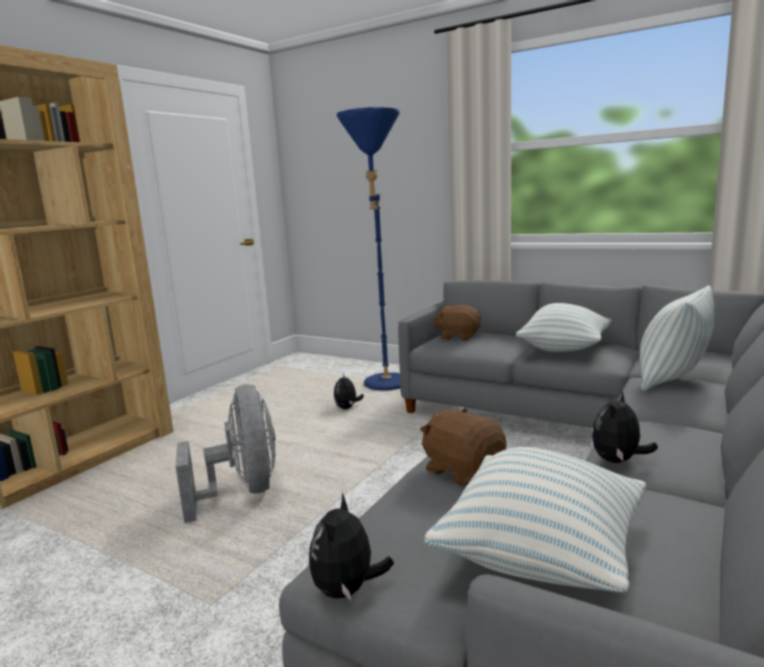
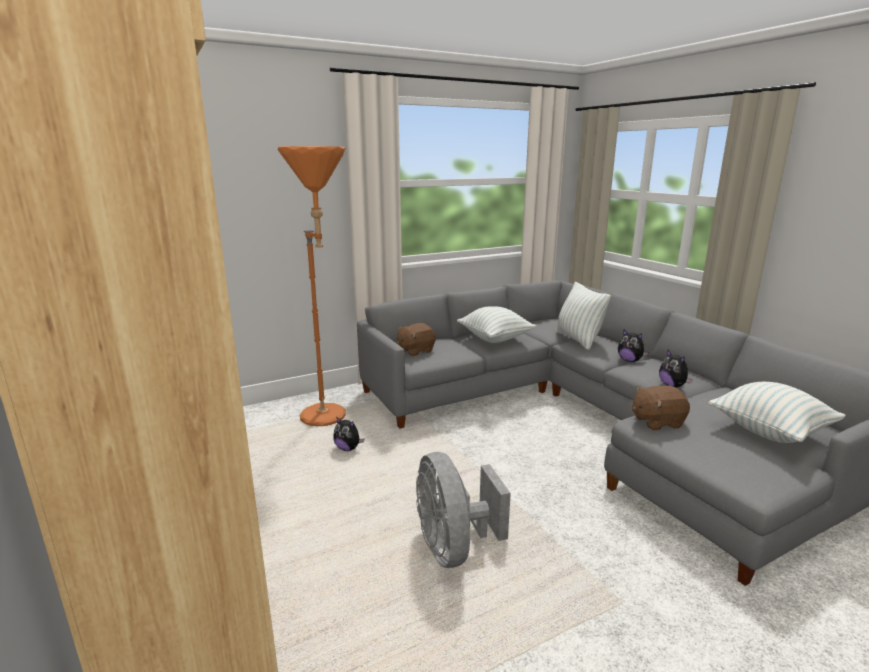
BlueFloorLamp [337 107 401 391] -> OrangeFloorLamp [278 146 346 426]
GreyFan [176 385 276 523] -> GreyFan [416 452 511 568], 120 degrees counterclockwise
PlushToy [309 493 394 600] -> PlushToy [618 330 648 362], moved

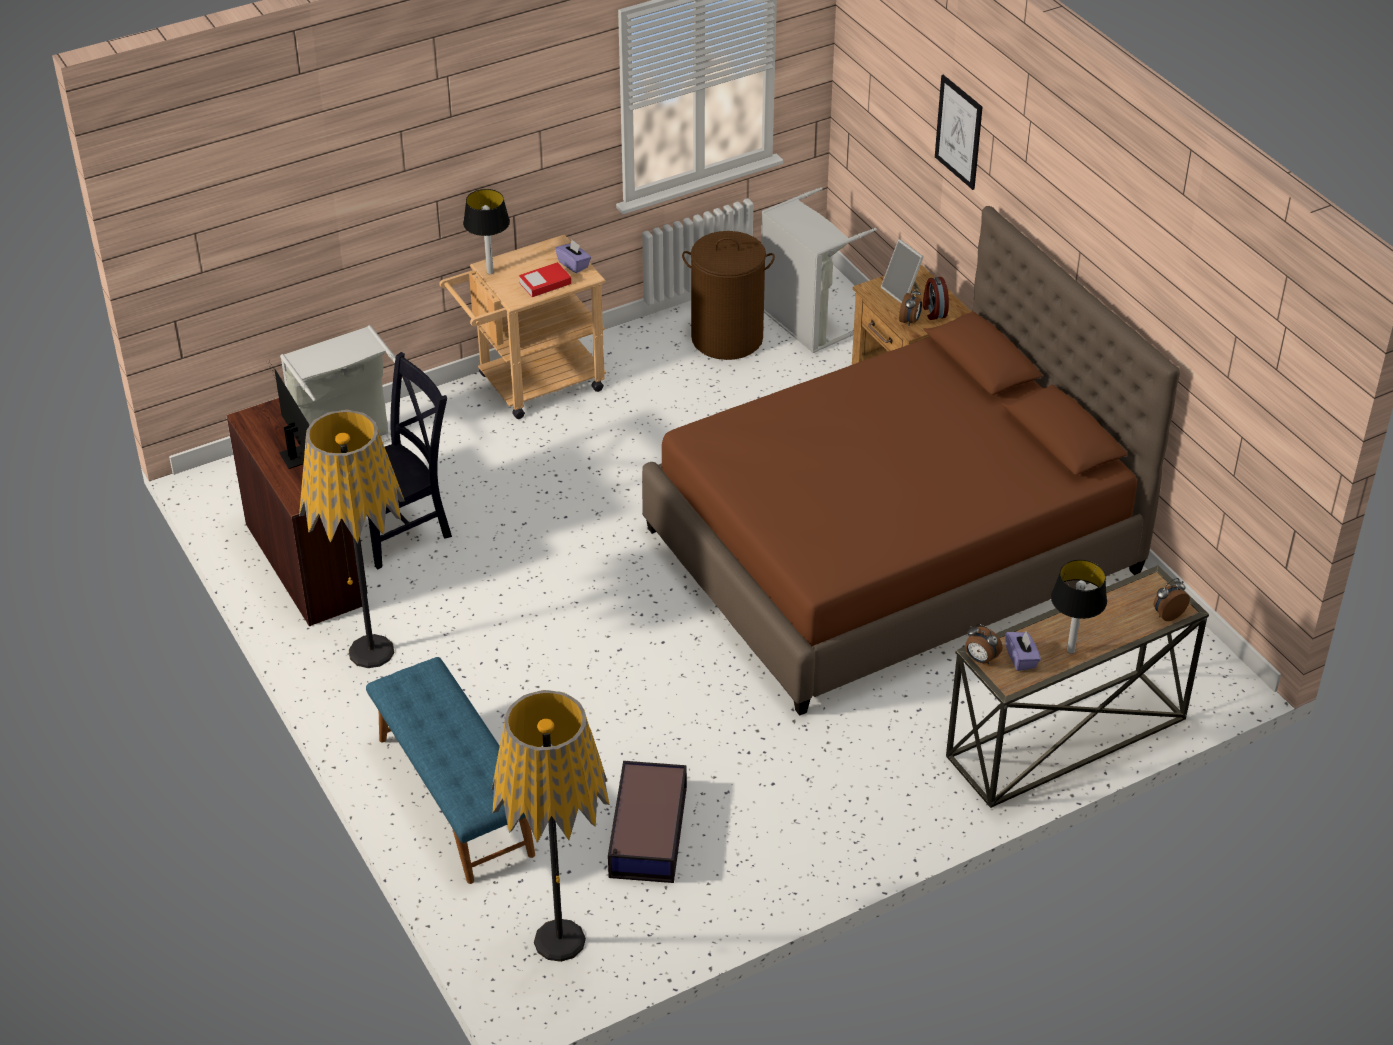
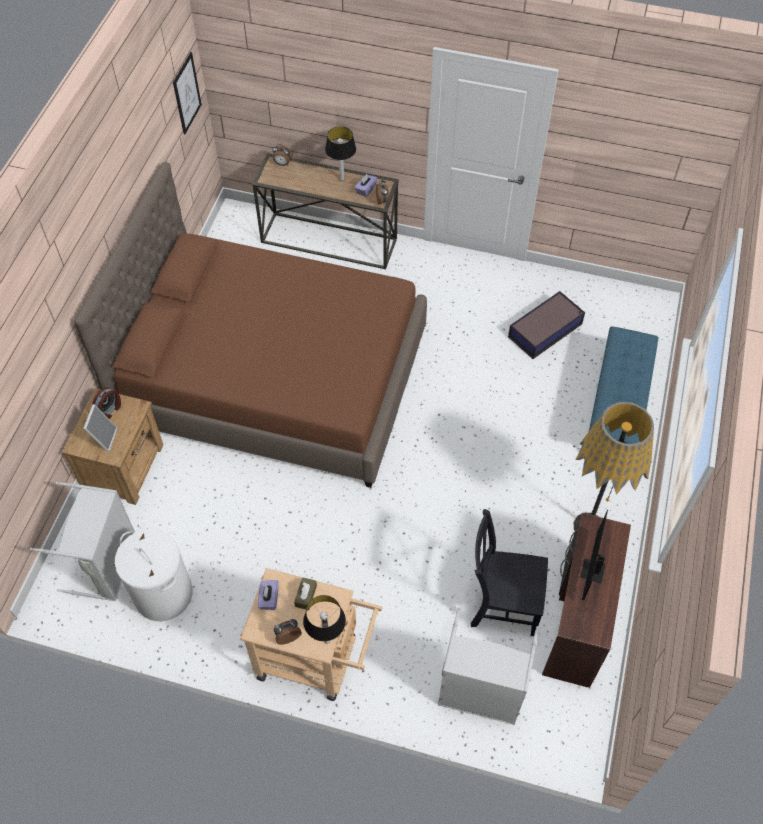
BrownLaundryBasket [682 231 775 360] -> WhiteLaundryBasket [115 529 193 621]
Picture [935 75 983 190] -> Picture [173 52 202 134], moved
AlarmClock [899 287 922 325] -> AlarmClock [274 619 302 645], moved
Book [519 262 571 297] -> BrownTissueBox [294 577 317 610]
FloorLamp [492 690 610 962] -> none

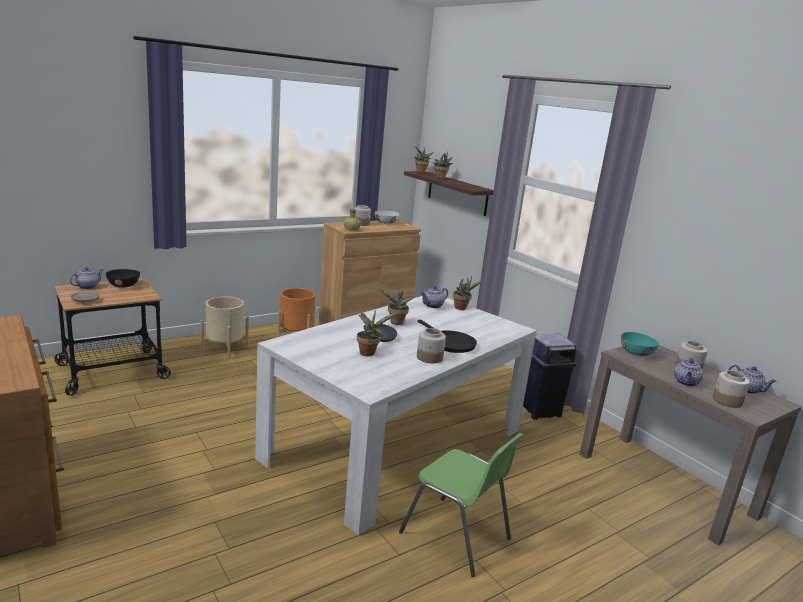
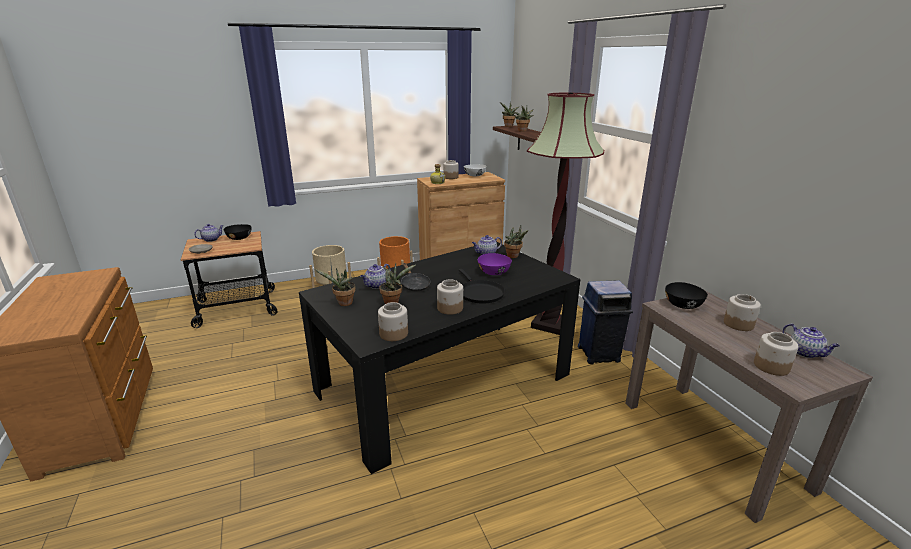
WhiteDiningTable [255 296 537 535] -> BlackDiningTable [299 242 580 474]
PottedPlant [380 289 414 325] -> PottedPlant [314 268 356 306], moved
Teapot [674 358 703 387] -> Teapot [360 264 391 289], moved
none -> Jar [378 302 408 341]
none -> PurpleBowl [478 253 512 275]
none -> FloorLamp [527 93 604 335]
TurquoiseBowl [621 332 659 356] -> BlackBowl [665 282 708 309]
GreenChair [399 433 523 577] -> none

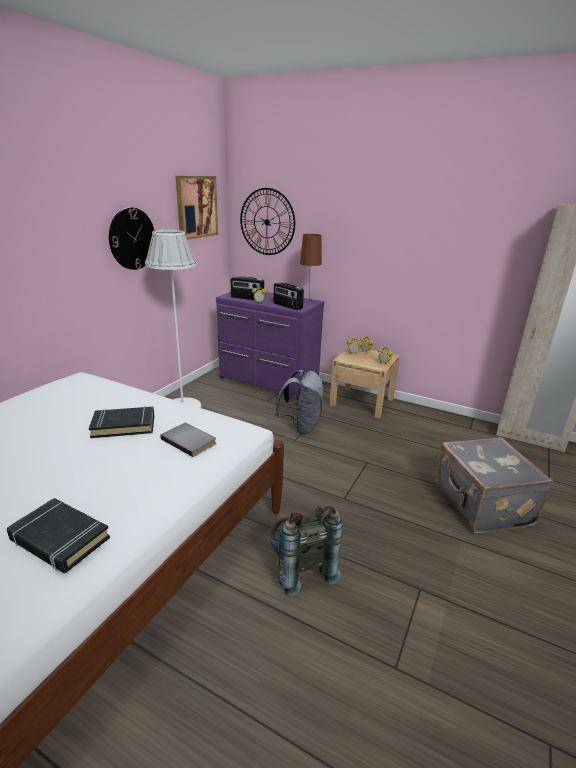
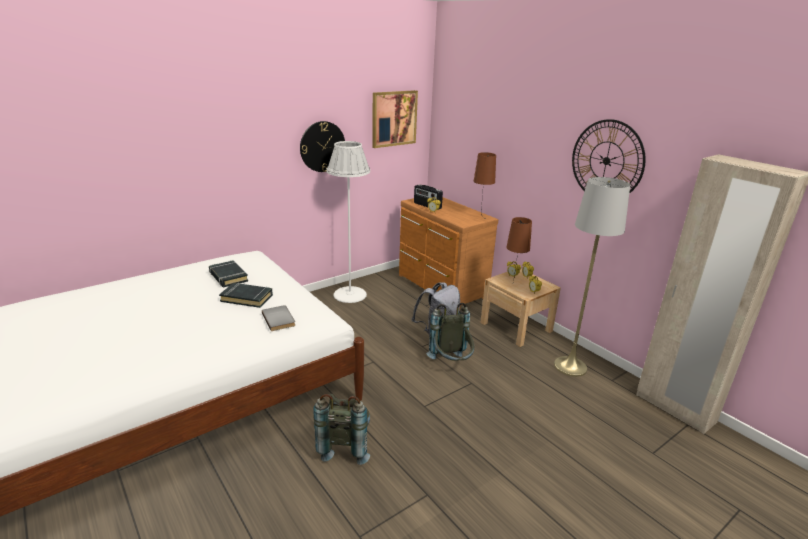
BlackBook [7 498 110 573] -> BlackBook [209 260 248 287], moved
PurpleDresser [216 292 324 399] -> BrownDresser [399 197 498 310]
none -> GreyBackpack [426 303 474 361]
none -> BrownTableLamp [506 217 532 282]
none -> GreyFloorLamp [554 177 630 377]
WallClock [240 188 295 255] -> WallClock [572 119 646 194], moved
Radio [274 282 304 310] -> none
GreySuitcase [435 437 553 534] -> none

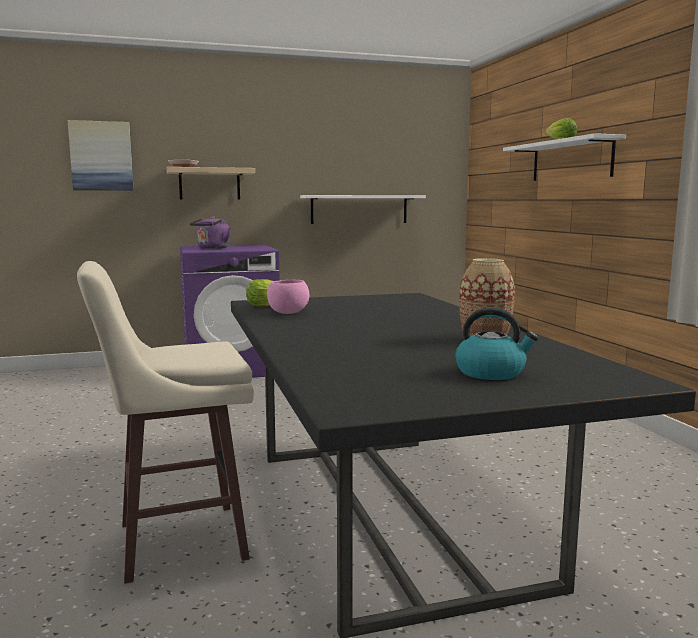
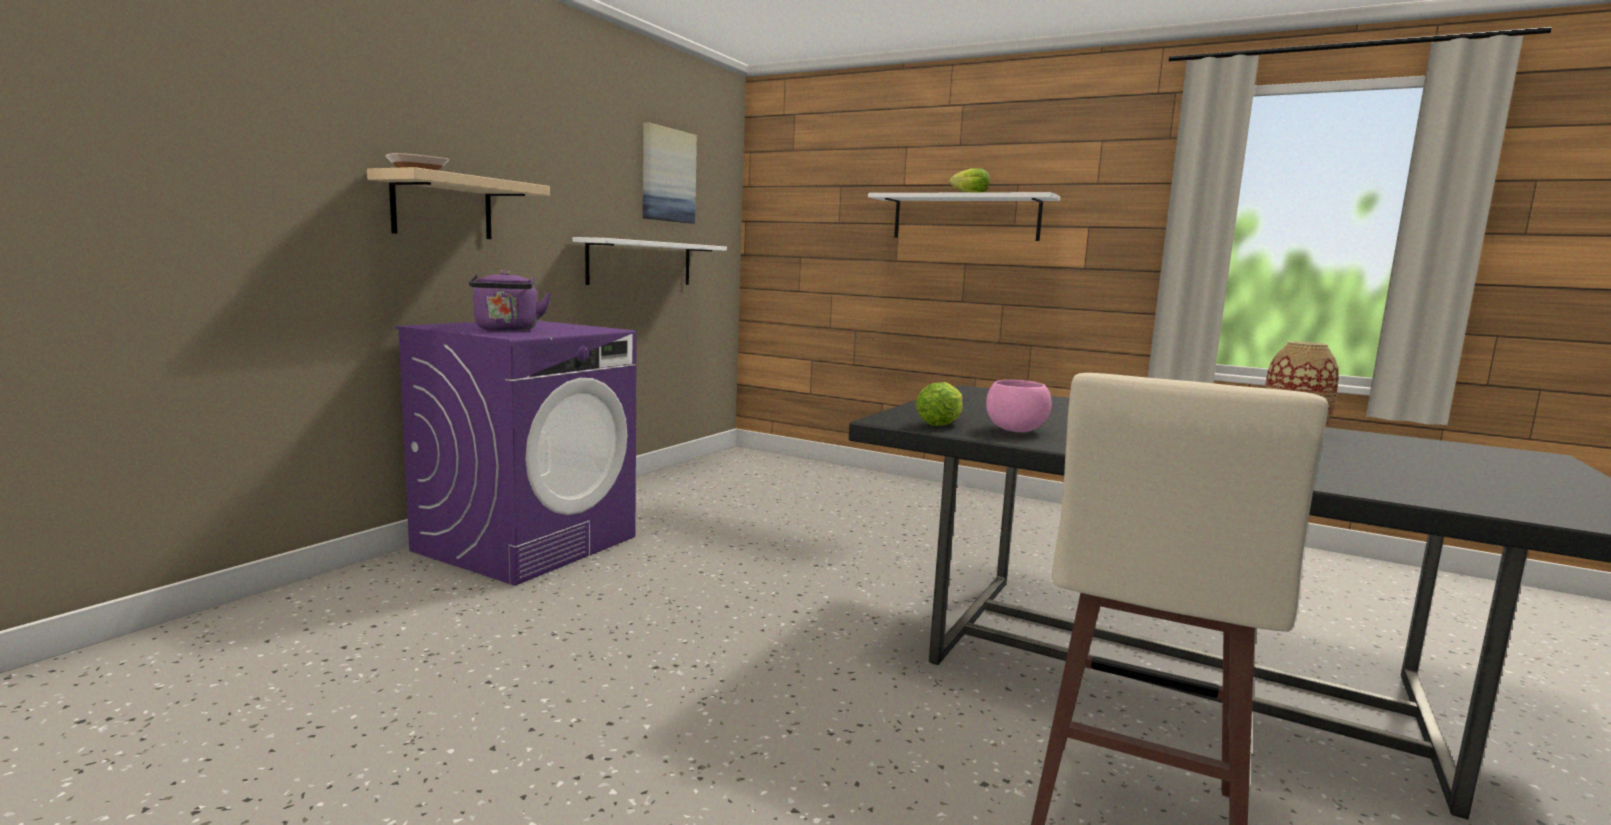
Picture [68 120 134 190] -> Picture [643 122 697 223], moved
Kettle [455 308 539 380] -> none

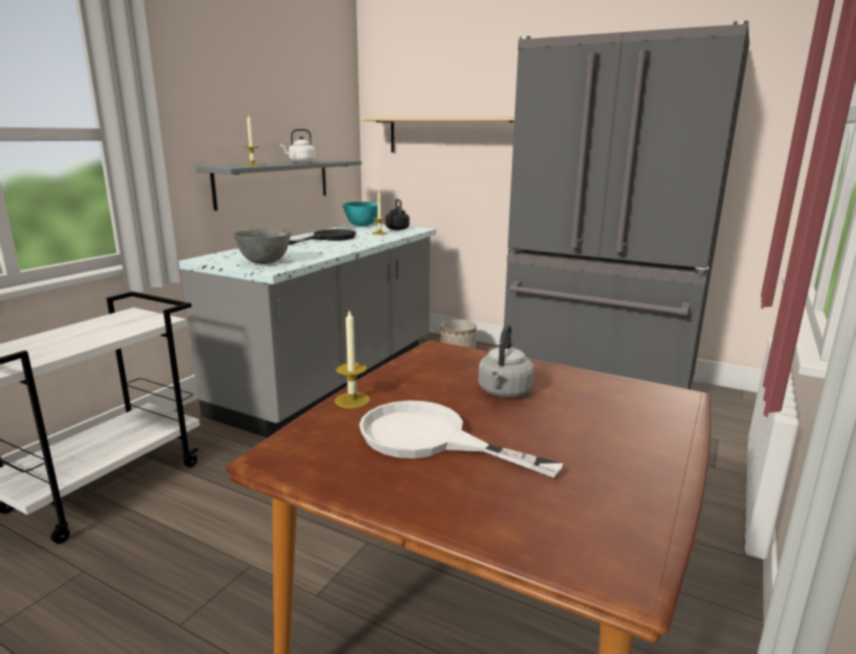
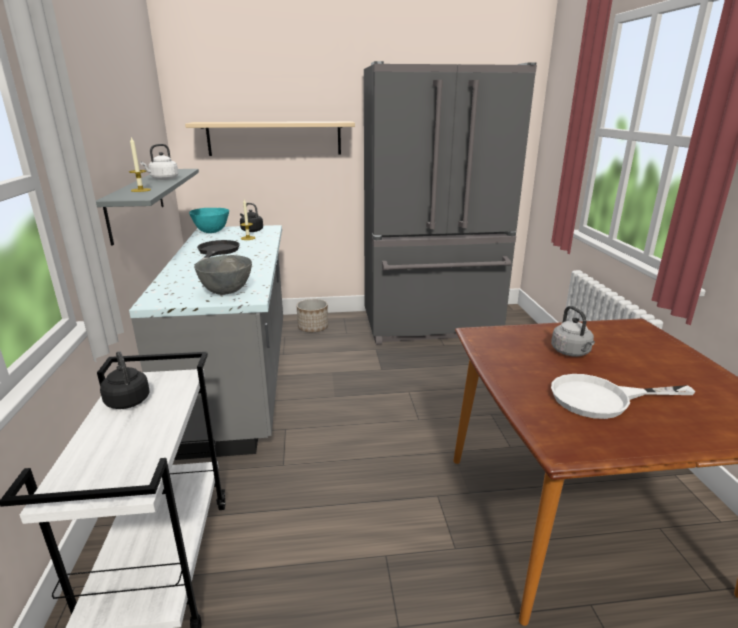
none -> BlackKettle [100 351 150 409]
Candle [335 309 370 409] -> none

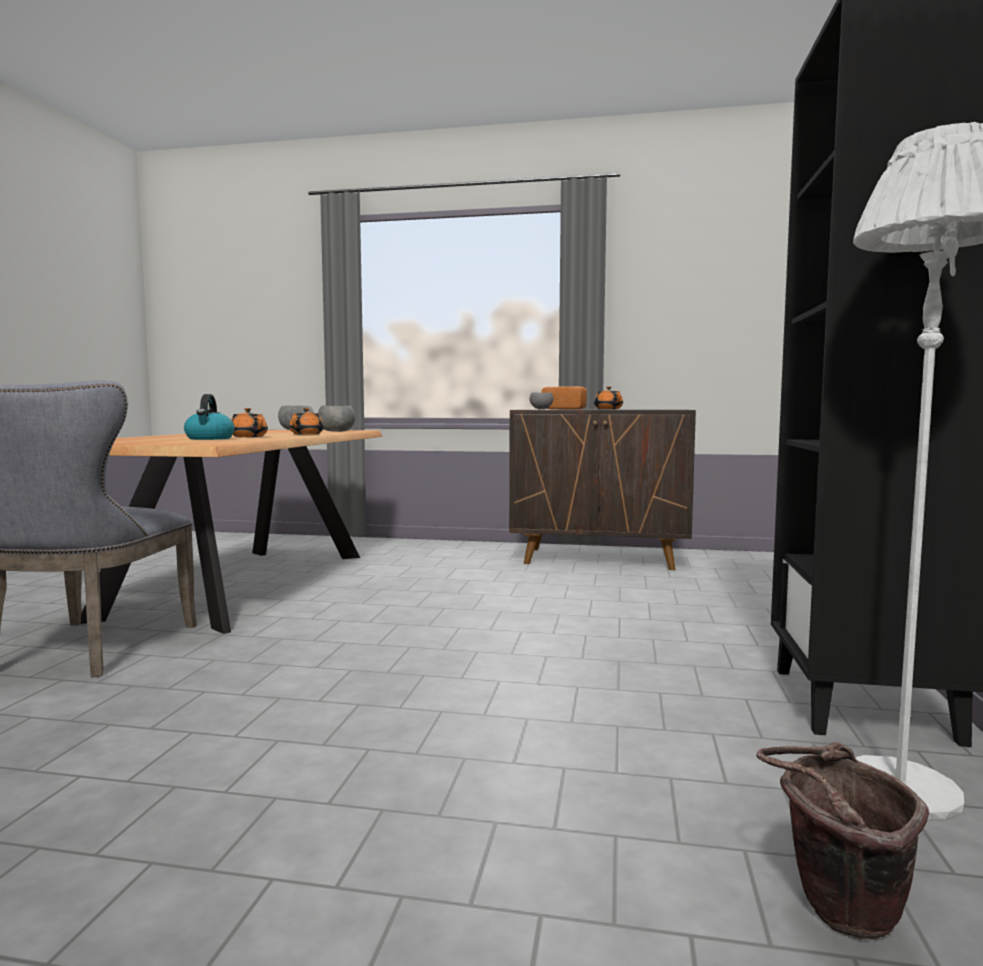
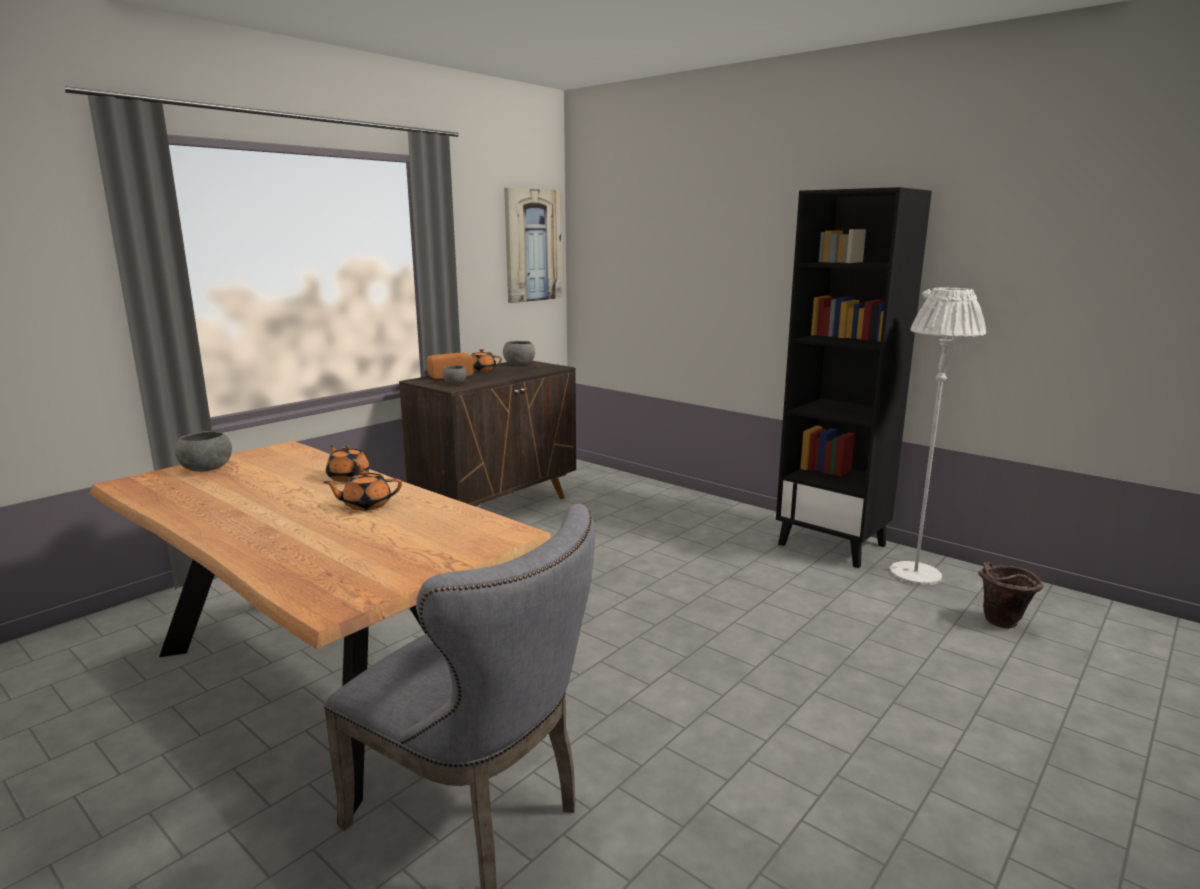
GreyBowl [318 406 355 432] -> GreyBowl [503 341 535 365], moved
none -> Picture [504 188 562 303]
Kettle [184 394 235 440] -> none

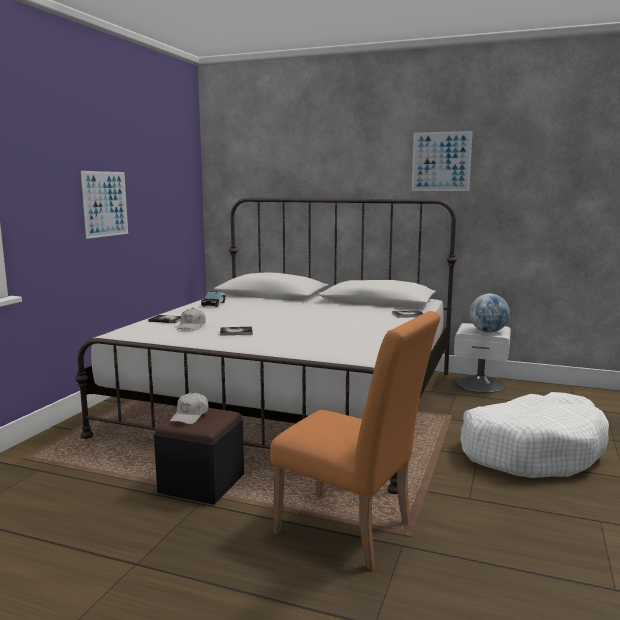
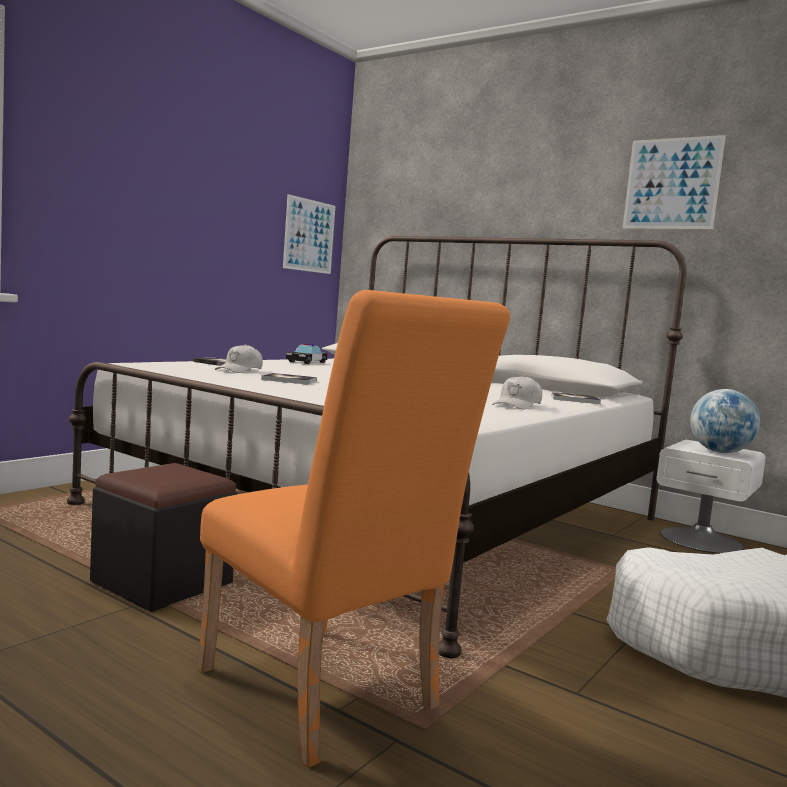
Picture [81 171 128 239] -> Picture [283 194 335 274], moved
WhiteCap [170 392 209 424] -> WhiteCap [492 375 542 410], moved

